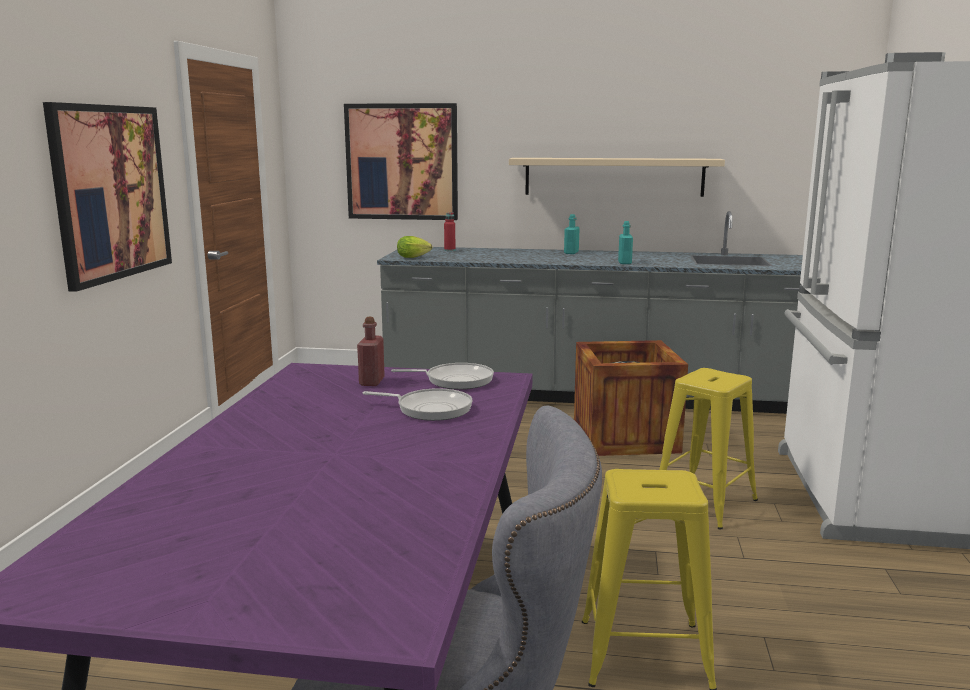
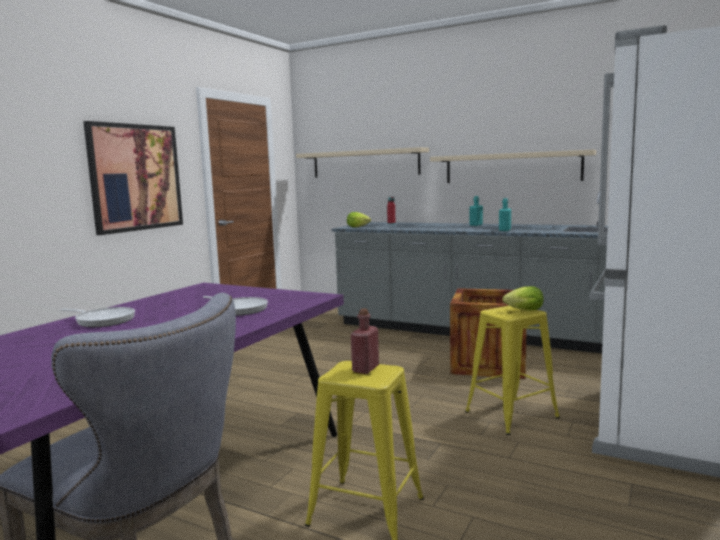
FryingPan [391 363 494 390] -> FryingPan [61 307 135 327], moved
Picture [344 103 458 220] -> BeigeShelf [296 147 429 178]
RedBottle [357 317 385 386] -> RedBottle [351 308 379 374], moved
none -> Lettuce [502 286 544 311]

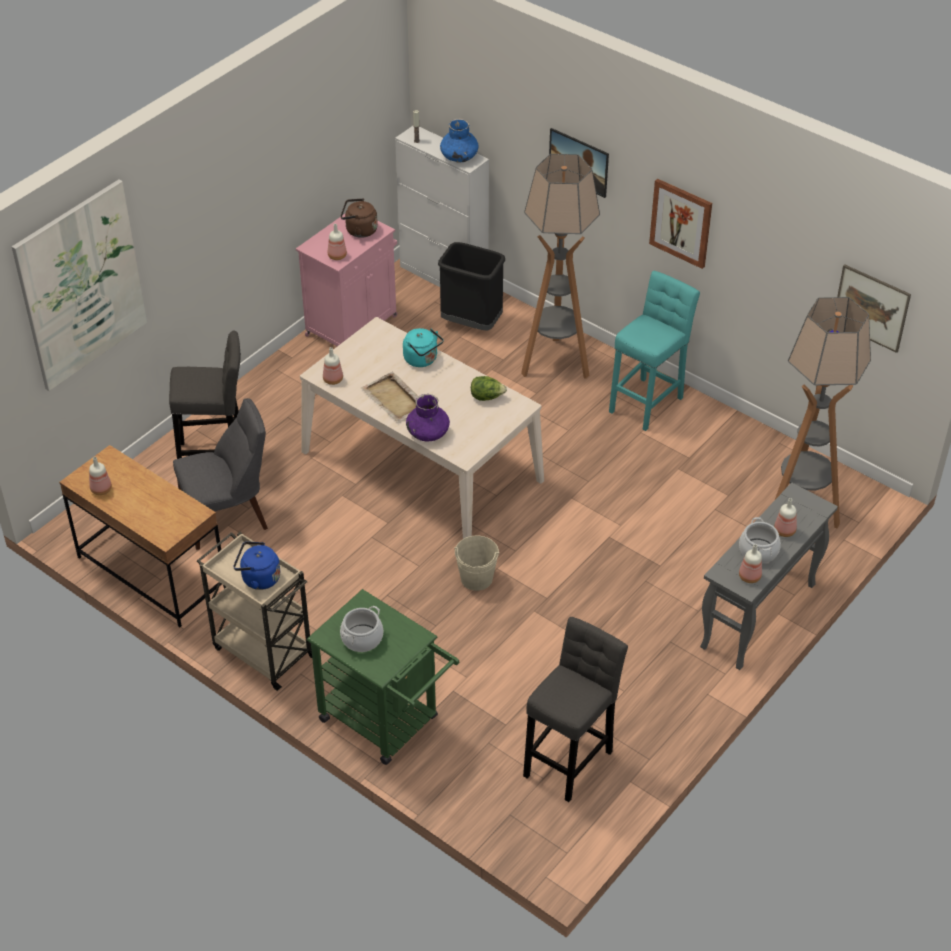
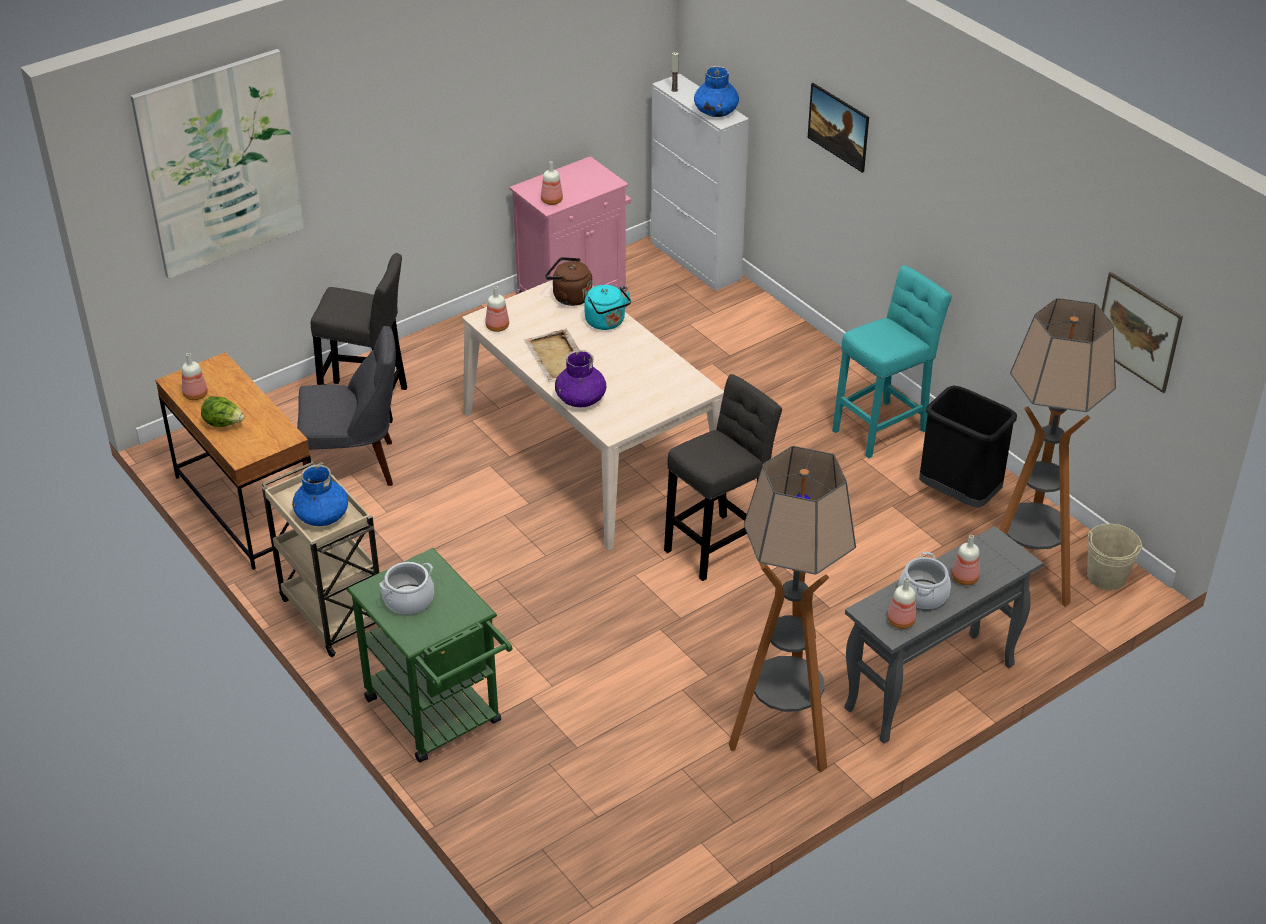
Lettuce [471 376 507 401] -> Lettuce [201 396 245 427], moved
BlueKettle [233 542 280 590] -> BlueVase [292 464 348 526]
BrownKettle [341 198 378 238] -> BrownKettle [545 257 593 306], moved
GreyStool [523 617 628 802] -> GreyStool [664 374 782 581], moved
FloorLamp [521 154 600 379] -> FloorLamp [729 446 856 773], moved
BlackTrashCan [438 242 505 330] -> BlackTrashCan [919 385 1017 508], moved
BeigeBucket [454 536 499 591] -> BeigeBucket [1087 524 1143 590], moved
Picture [649 179 712 269] -> none

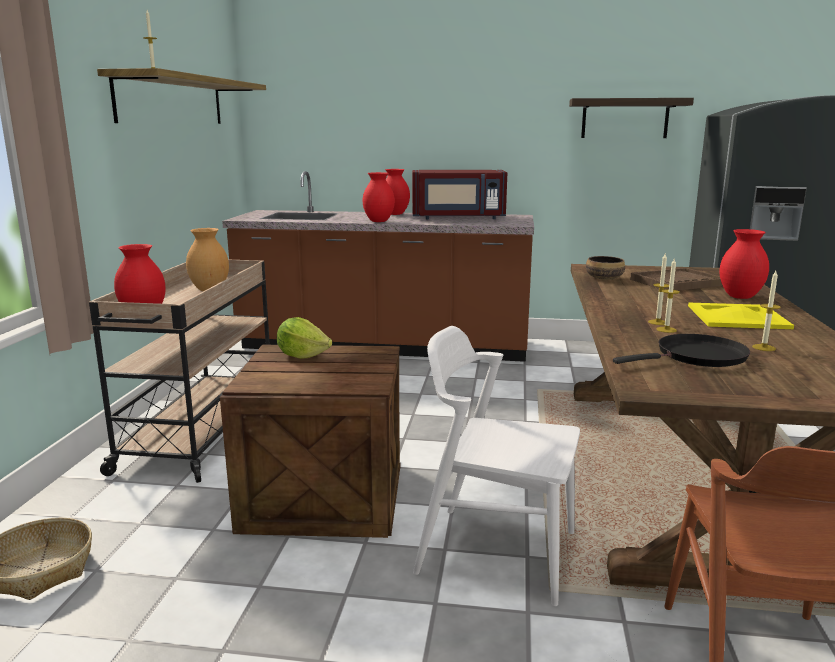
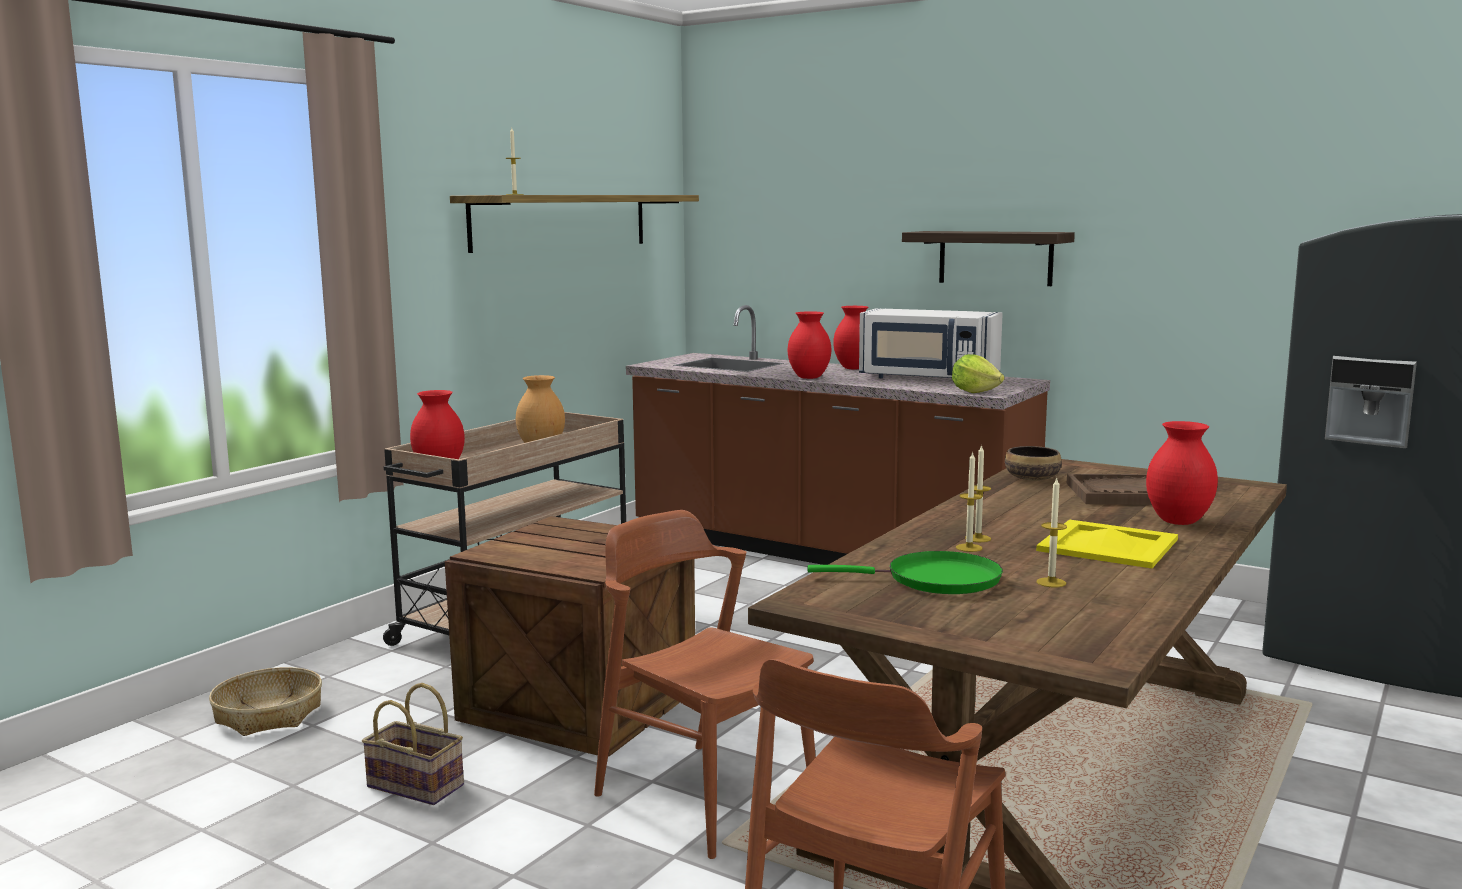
none -> Basket [362 683 464 805]
WhiteChair [413 326 580 606] -> BrownChair [594 510 816 859]
BlackFryingPan [613 334 750 367] -> GreenFryingPan [807 551 1003 594]
RedMicrowave [412 170 507 219] -> WhiteMicrowave [859 308 1003 378]
Shelf [569 98 694 138] -> Shelf [902 231 1075 286], moved
Lettuce [277 317 332 359] -> Lettuce [952 354 1004 393], moved

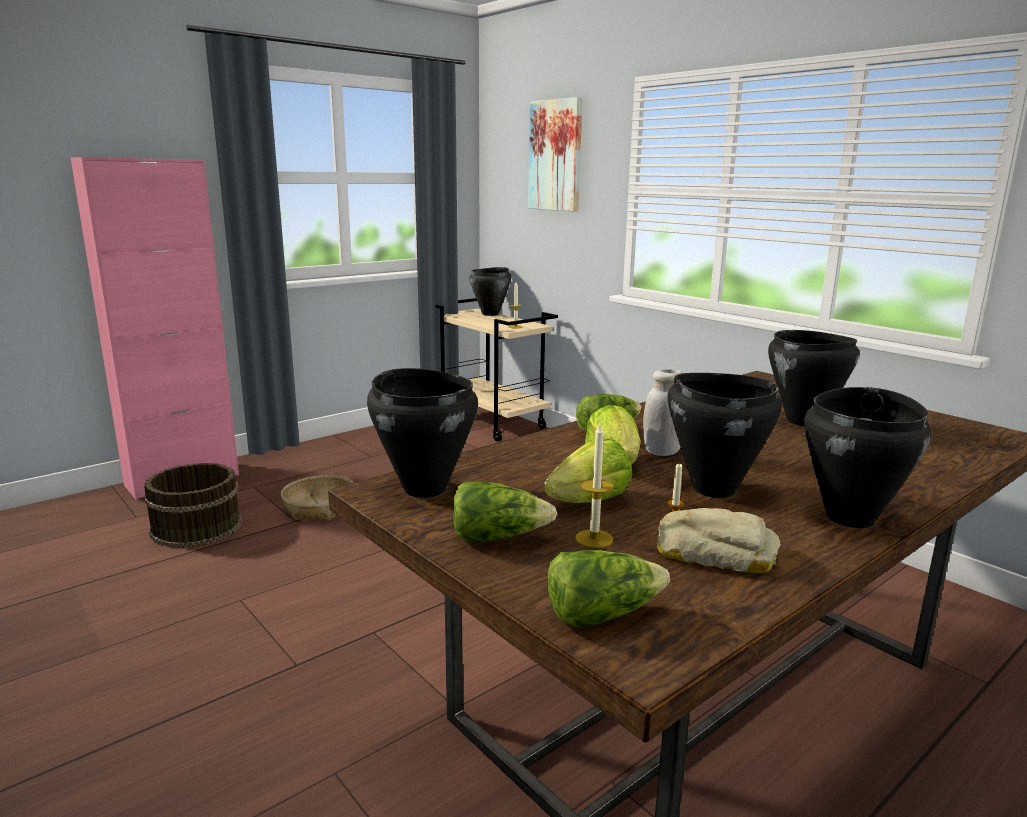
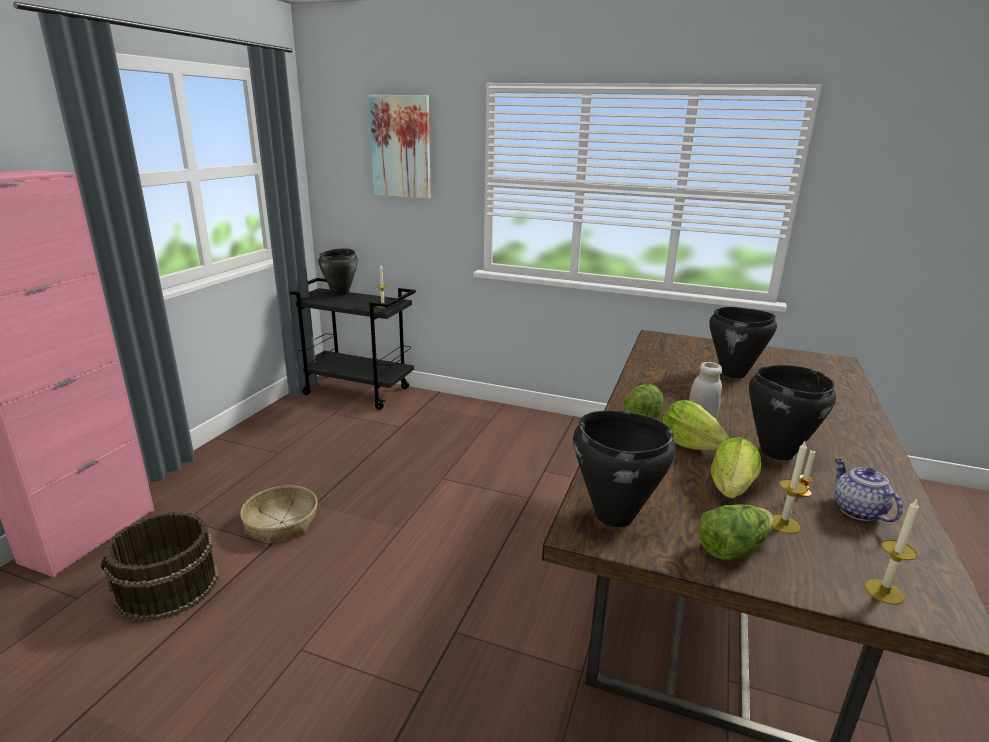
BeigeCart [436 298 558 441] -> BlackCart [290 278 416 410]
Bread [657 508 781 573] -> Teapot [834 459 903 522]
Lettuce [547 550 670 627] -> Candle [865 499 919 605]
BlackCookingPot [804 387 931 528] -> none

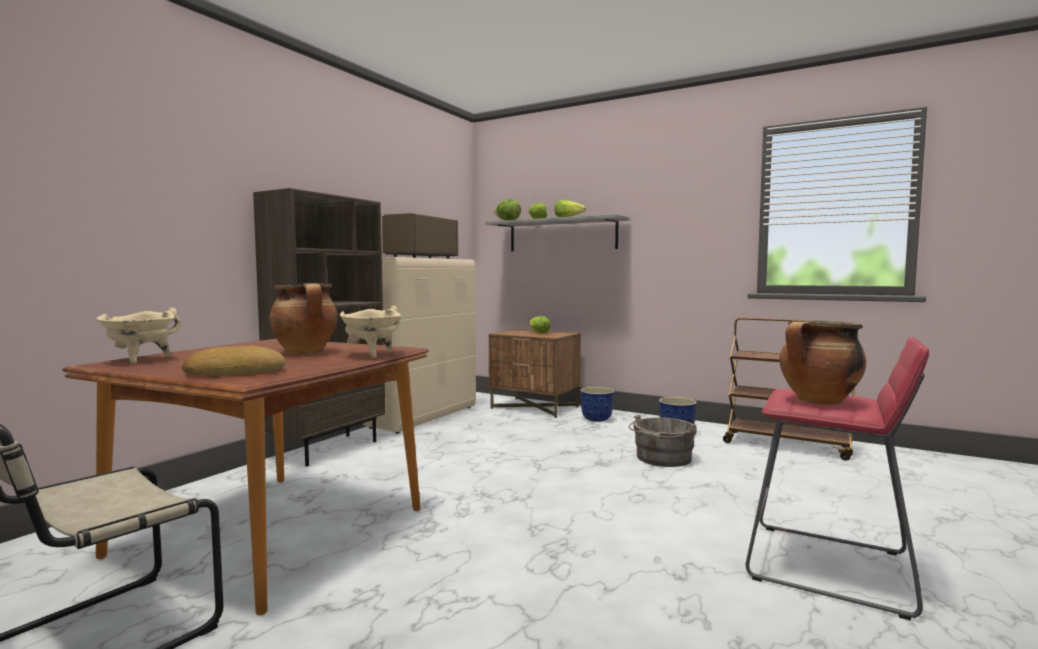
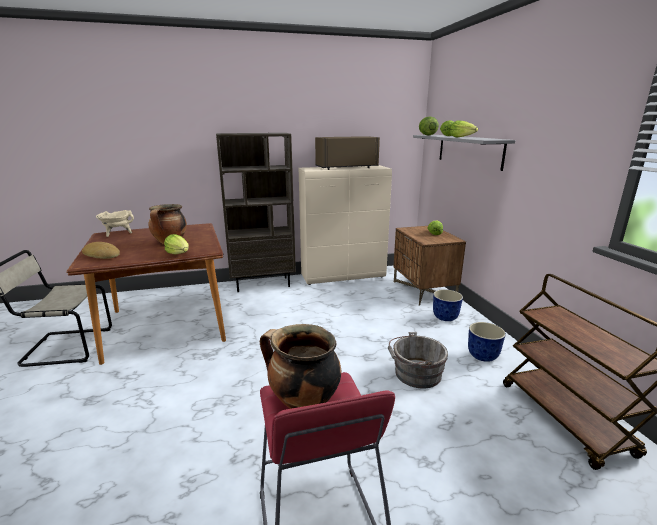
BeigeCookingPot [340 306 401 358] -> Lettuce [164 234 189 254]

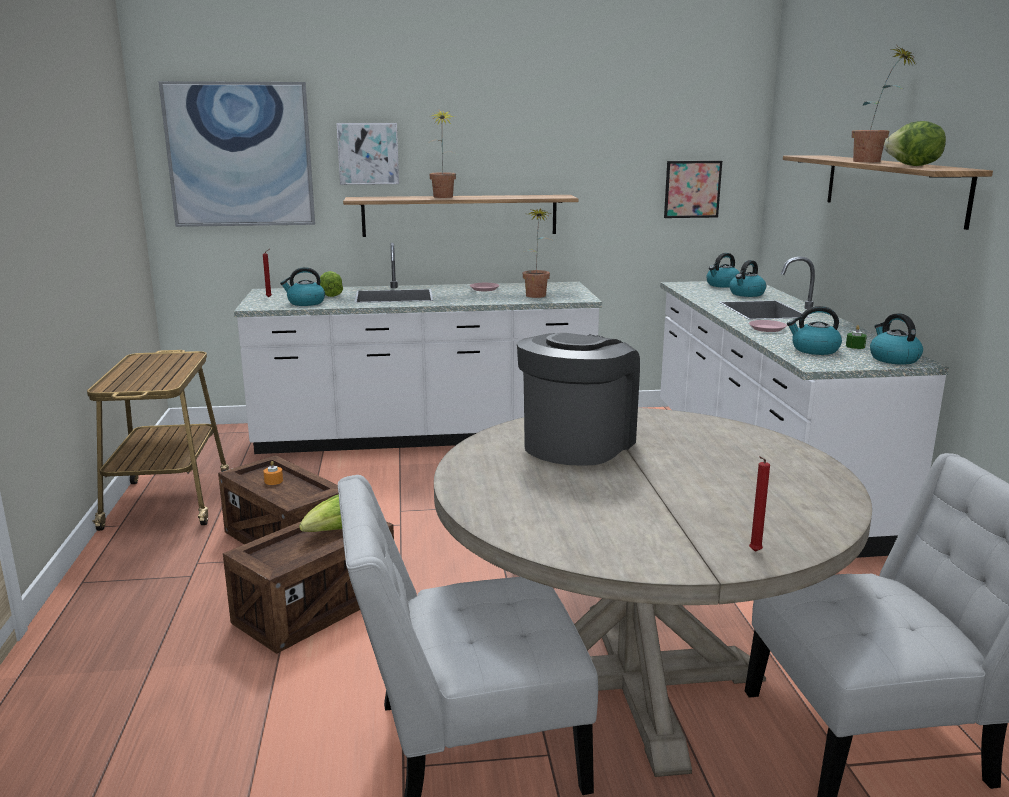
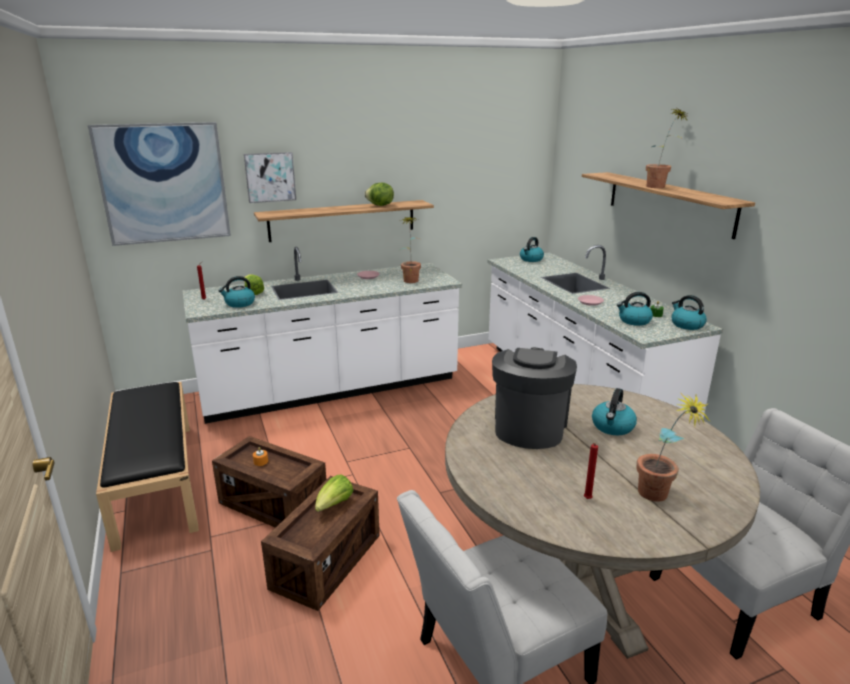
Cart [87 350 229 531] -> BlackBench [96 382 199 552]
Lettuce [884 121 946 166] -> Lettuce [364 183 394 206], moved
RedCandle [749 456 770 552] -> RedCandle [584 443 598 499], moved
Kettle [729 260 766 297] -> Kettle [592 388 637 435], moved
PottedPlant [428 110 457 198] -> PottedPlant [637 392 711 502], moved
Picture [664 161 722 218] -> none

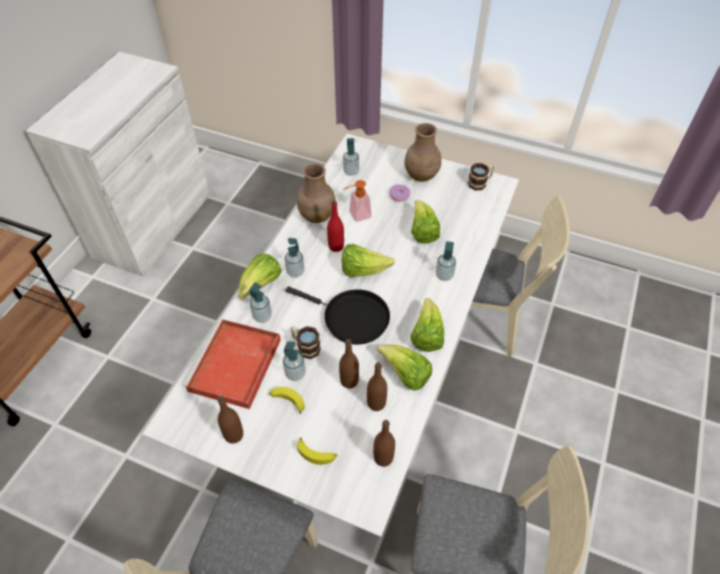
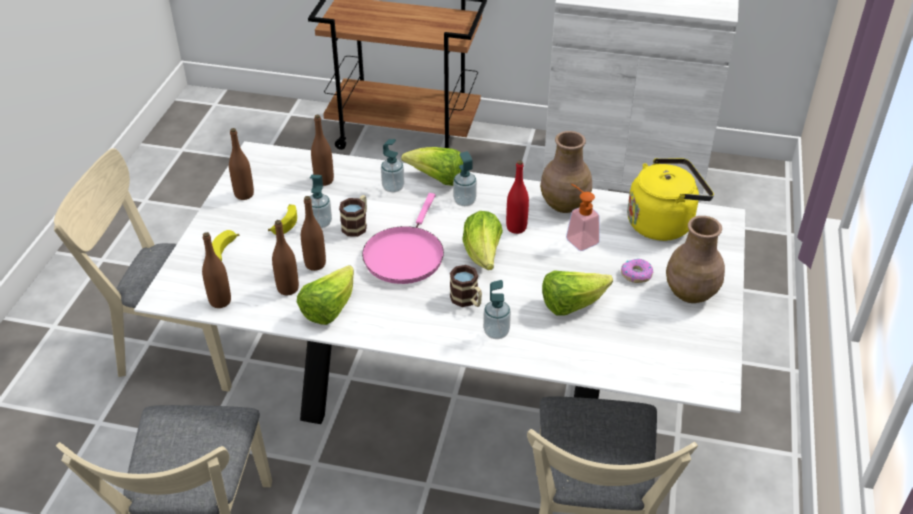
RedTray [183 319 281 409] -> BrownBottle [311 115 334 186]
BlackFryingPan [285 286 390 344] -> PinkFryingPan [362 193 444 284]
Mug [468 163 494 191] -> Mug [450 265 482 307], moved
SoapDispenser [343 138 359 176] -> YellowKettle [627 158 714 241]
Lettuce [410 298 444 352] -> none

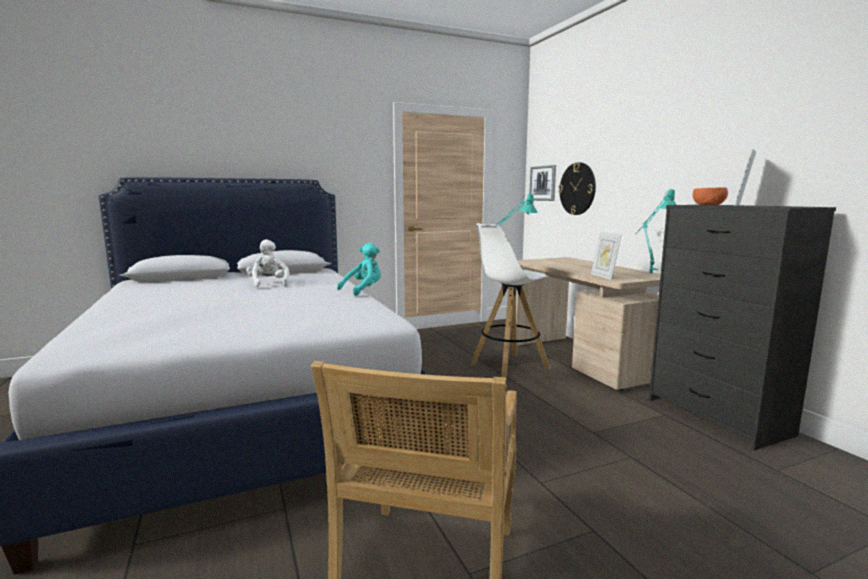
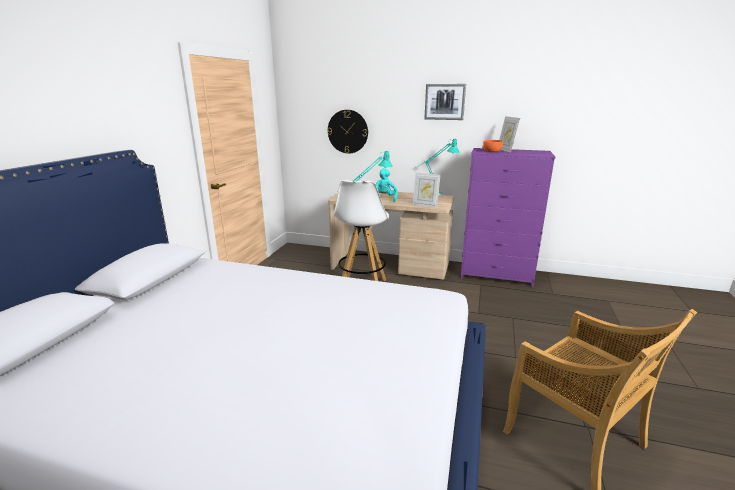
TurquoisePlushToy [337 243 381 296] -> TurquoisePlushToy [376 168 398 202], moved
Picture [529 165 556 201] -> Picture [424 84 466 120], moved
BlackDresser [649 205 836 450] -> PurpleDresser [461 148 555 288]
WhitePlushToy [246 239 290 287] -> none

